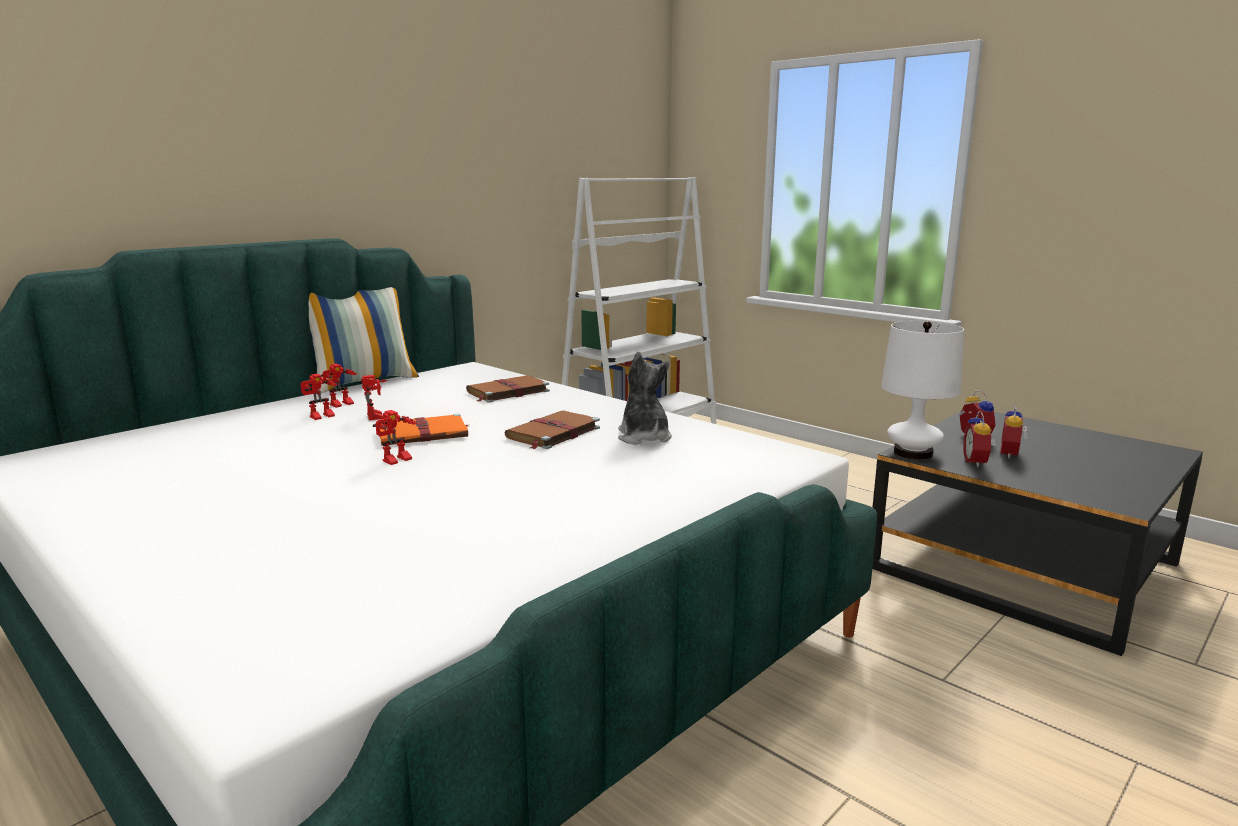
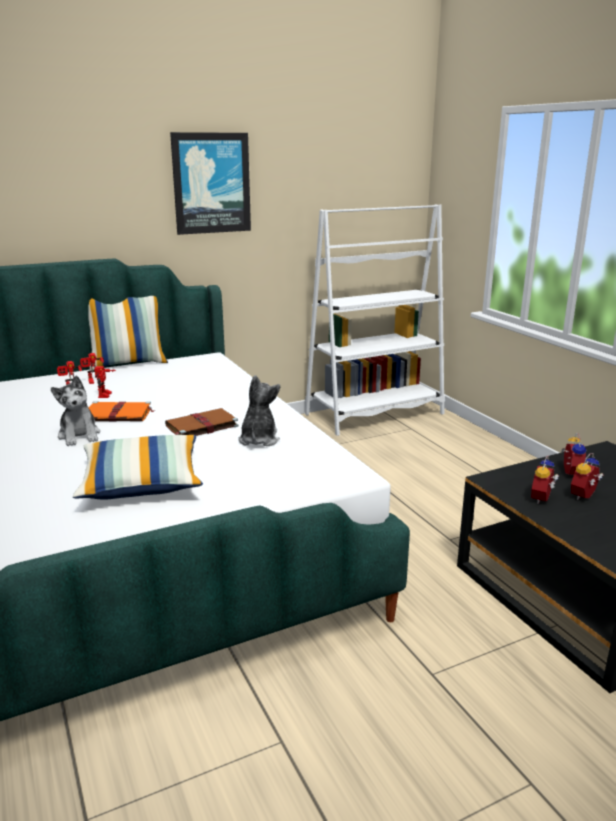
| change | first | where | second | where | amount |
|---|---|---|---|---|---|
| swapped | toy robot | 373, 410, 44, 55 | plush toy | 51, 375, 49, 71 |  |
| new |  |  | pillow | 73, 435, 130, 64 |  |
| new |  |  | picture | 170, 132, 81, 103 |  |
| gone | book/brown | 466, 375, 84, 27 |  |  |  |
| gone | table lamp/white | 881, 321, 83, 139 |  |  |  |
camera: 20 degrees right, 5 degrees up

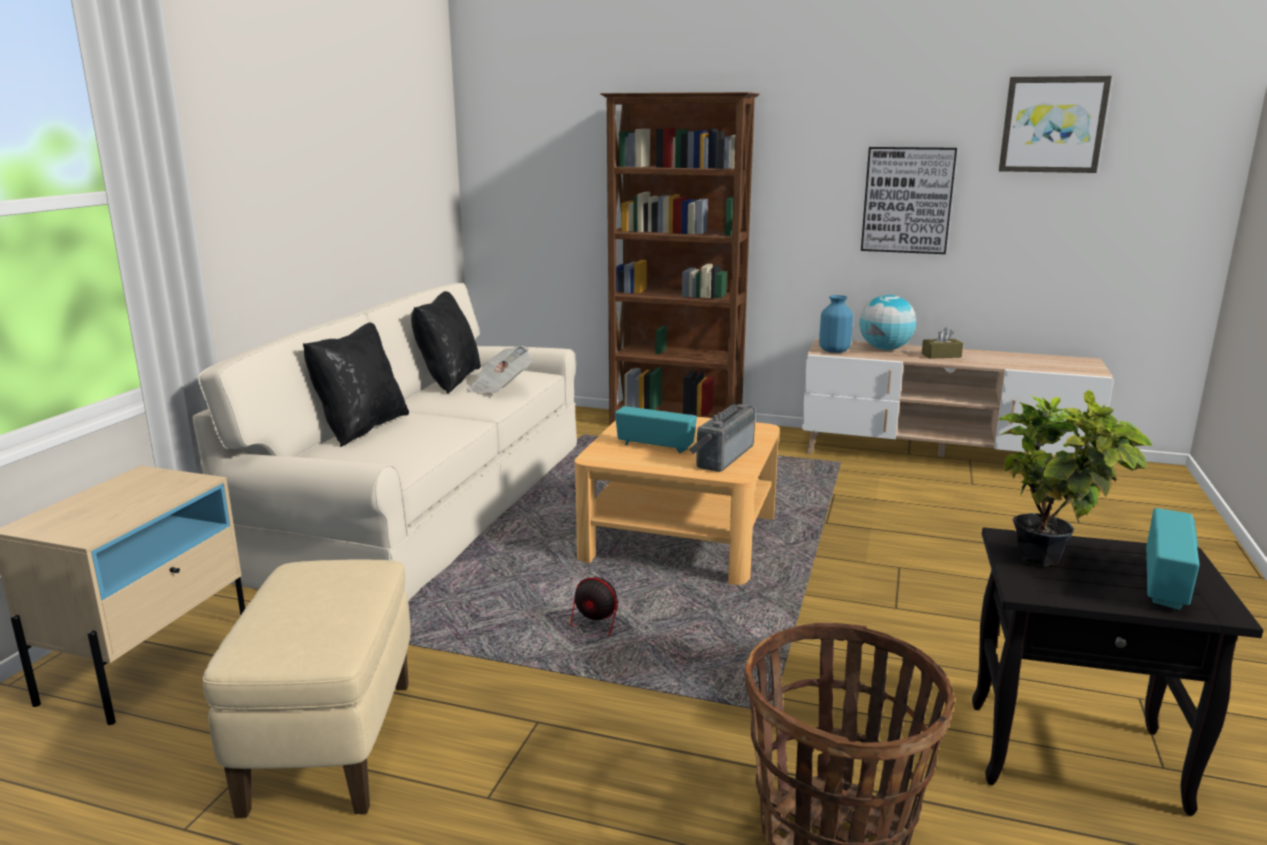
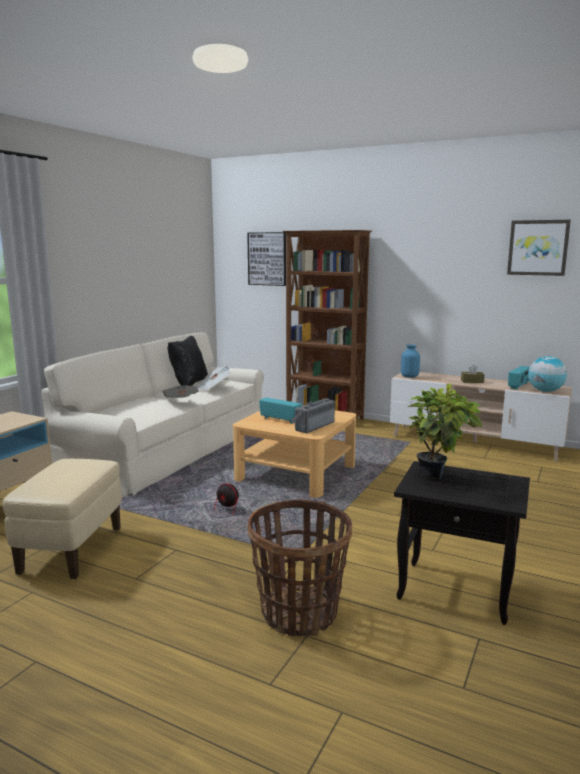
| change | first | where | second | where | amount |
|---|---|---|---|---|---|
| new |  |  | newspaper | 162, 385, 37, 13 |  |
| shifted | picture | 861, 147, 96, 107 |  | 247, 232, 39, 54 |  |
| shifted | radio | 1146, 508, 53, 102 |  | 508, 366, 22, 24 |  |
| shifted | globe | 860, 295, 56, 55 |  | 528, 356, 39, 36 |  |
| gone | pillow/black | 303, 323, 106, 124 |  |  |  |
camera: 10 degrees right, 5 degrees down

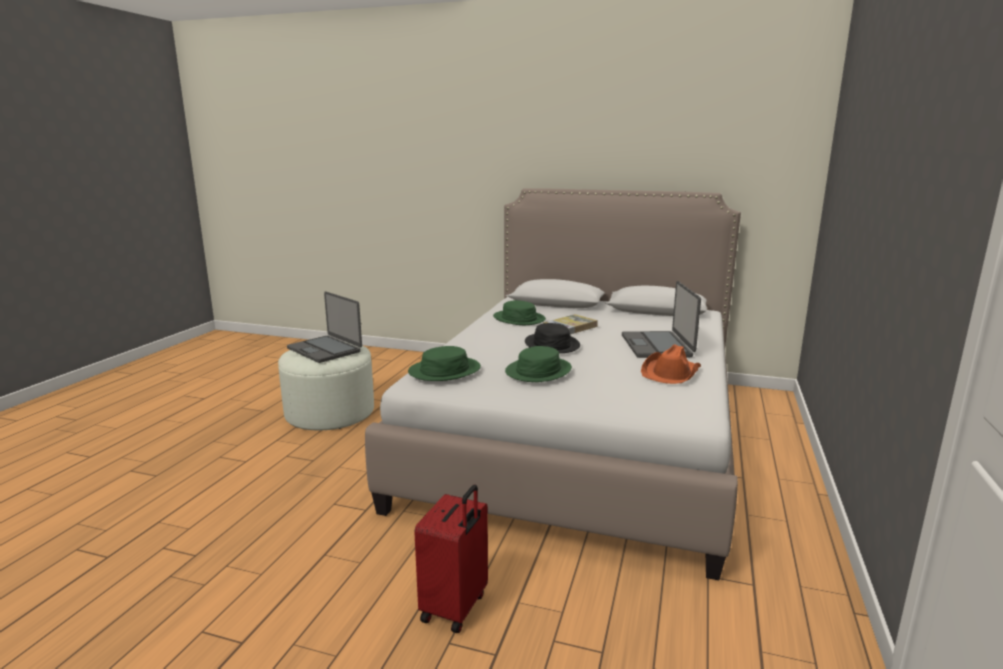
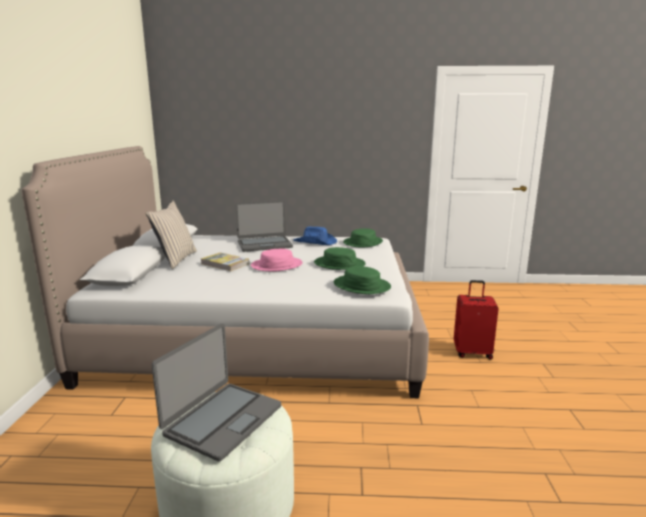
| change | first | where | second | where | amount |
|---|---|---|---|---|---|
| new |  |  | pillow/beige | 146, 200, 51, 69 |  |
| repainted | hat/black | 525, 323, 55, 30 | hat/pink | 251, 249, 52, 23 |  |
| repainted | hat/orange | 641, 345, 60, 39 | hat/blue | 293, 227, 44, 18 |  |
| shifted | hat/green | 493, 300, 53, 25 |  | 343, 228, 40, 19 |  |
camera: 105 degrees left, 0 degrees up

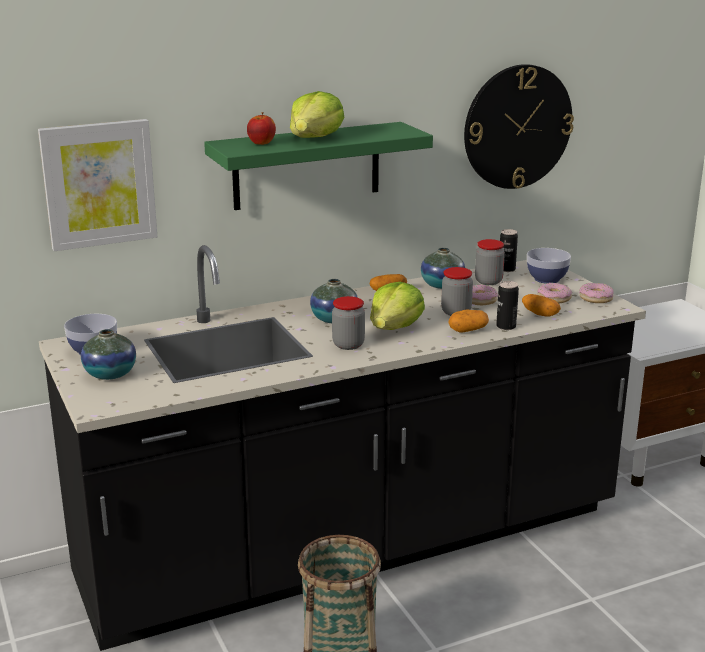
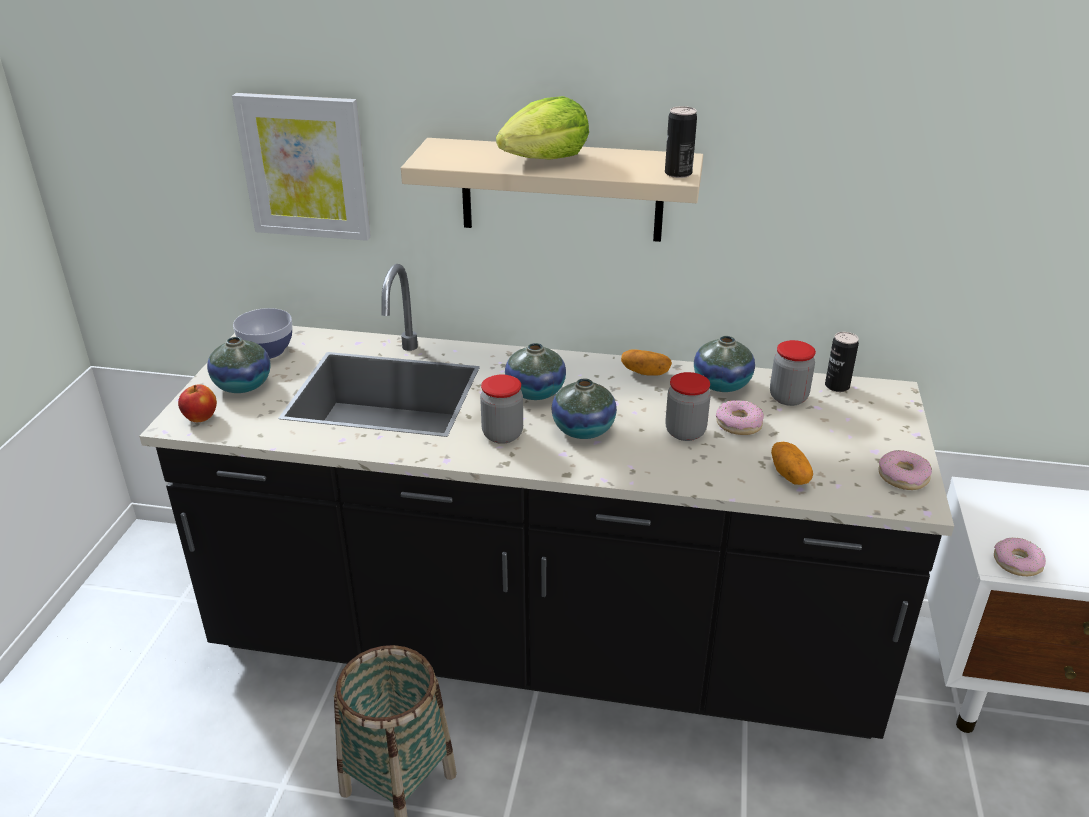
| change | first | where | second | where | amount |
|---|---|---|---|---|---|
| shifted | apple | 247, 112, 29, 33 |  | 178, 384, 39, 38 |  |
| repainted | shelf/green | 204, 122, 229, 88 | shelf/beige | 401, 138, 302, 104 |  |
| swapped | lettuce | 370, 282, 55, 48 | vase | 552, 379, 65, 60 |  |
| shifted | can | 496, 281, 23, 49 |  | 665, 106, 32, 72 |  |
| shifted | donut | 537, 283, 35, 20 |  | 994, 538, 52, 38 |  |
| gone | potato | 448, 310, 41, 22 |  |  |  |
| gone | wall clock | 464, 64, 110, 125 |  |  |  |
| gone | bowl | 527, 248, 44, 36 |  |  |  |
camera: 35 degrees right, 10 degrees up

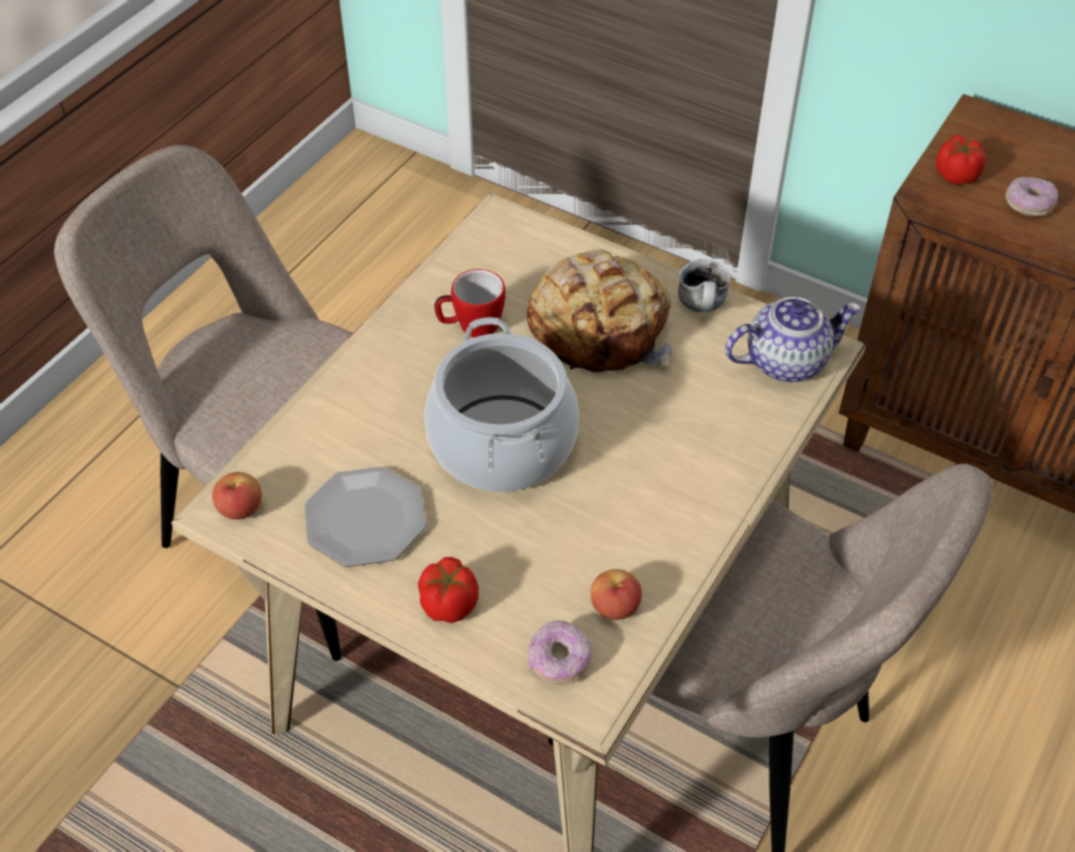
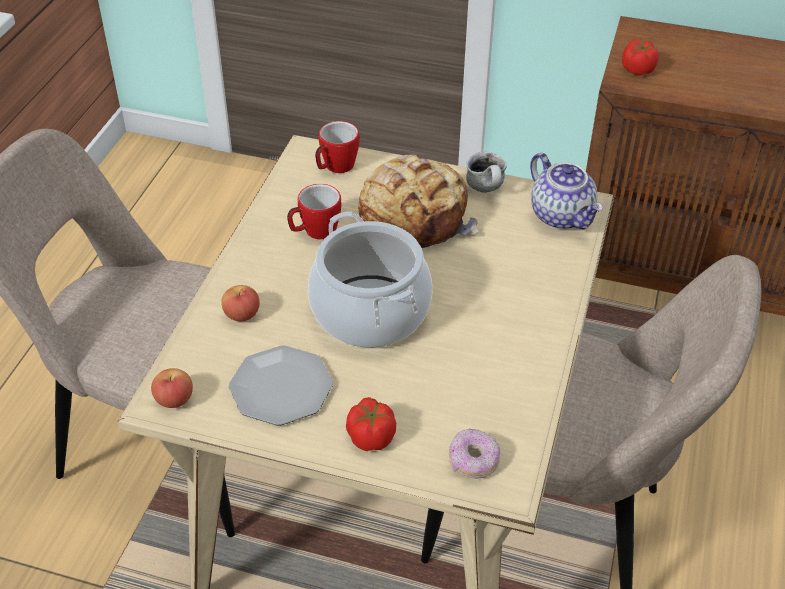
| change | first | where | second | where | amount |
|---|---|---|---|---|---|
| shifted | apple | 590, 569, 52, 51 |  | 221, 285, 39, 37 |  |
| new |  |  | mug | 315, 121, 45, 52 |  |
| rotated | teapot | 725, 297, 136, 85 |  | 530, 153, 73, 77 | 90 degrees clockwise |
| gone | donut | 1005, 177, 53, 40 |  |  |  |
camera: 15 degrees left, 5 degrees down

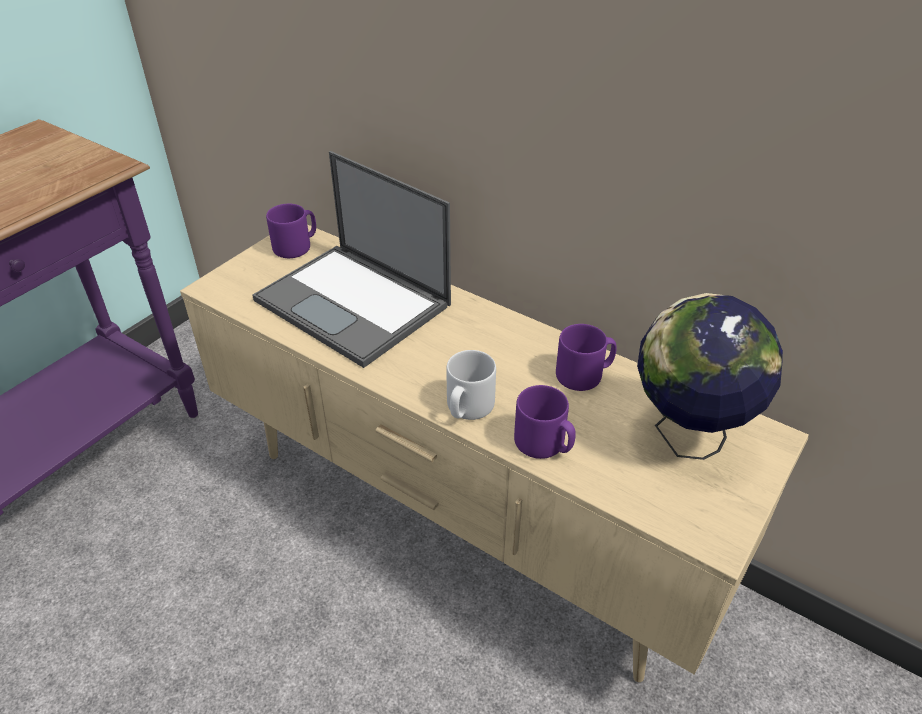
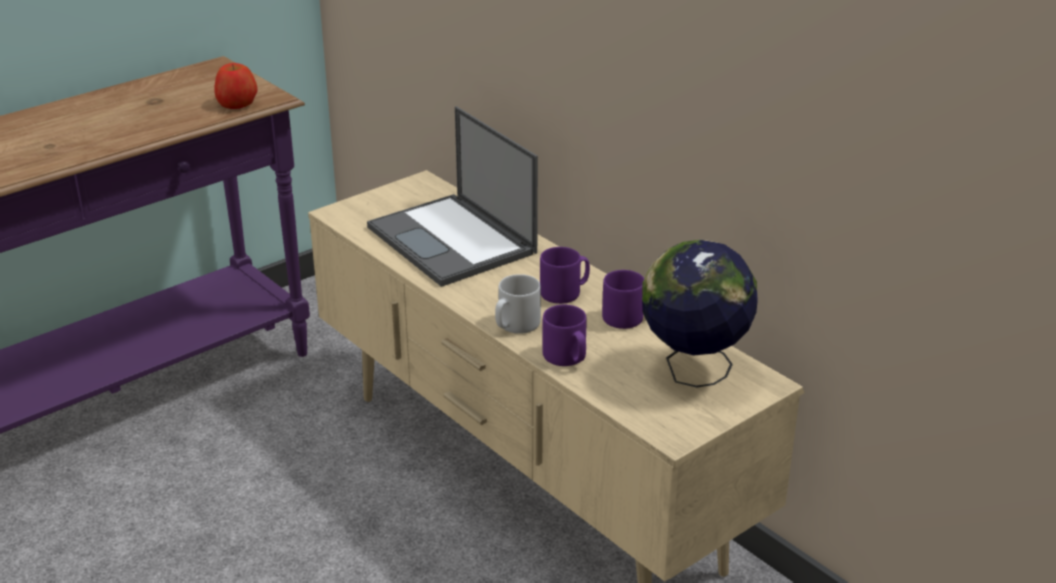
| change | first | where | second | where | amount |
|---|---|---|---|---|---|
| new |  |  | apple | 214, 63, 44, 46 |  |
| shifted | mug/purple | 266, 204, 50, 54 |  | 540, 247, 50, 57 |  |
camera: 15 degrees right, 10 degrees down

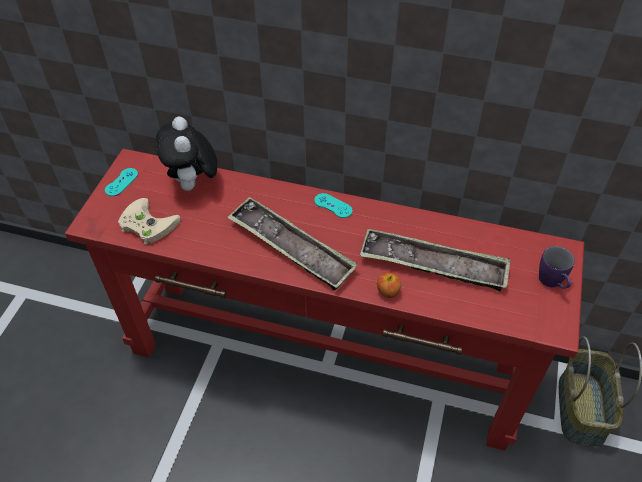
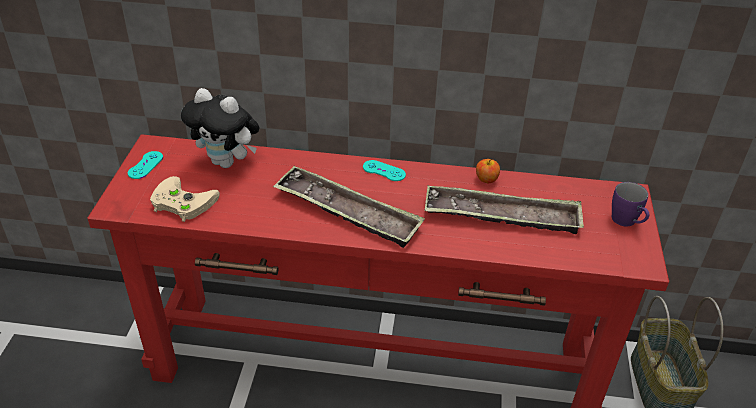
| change | first | where | second | where | amount |
|---|---|---|---|---|---|
| rotated | plush toy | 156, 117, 61, 76 |  | 181, 88, 79, 80 | 45 degrees counterclockwise |
| shifted | apple | 377, 273, 24, 25 |  | 476, 159, 24, 24 |  |
camera: 10 degrees left, 10 degrees down

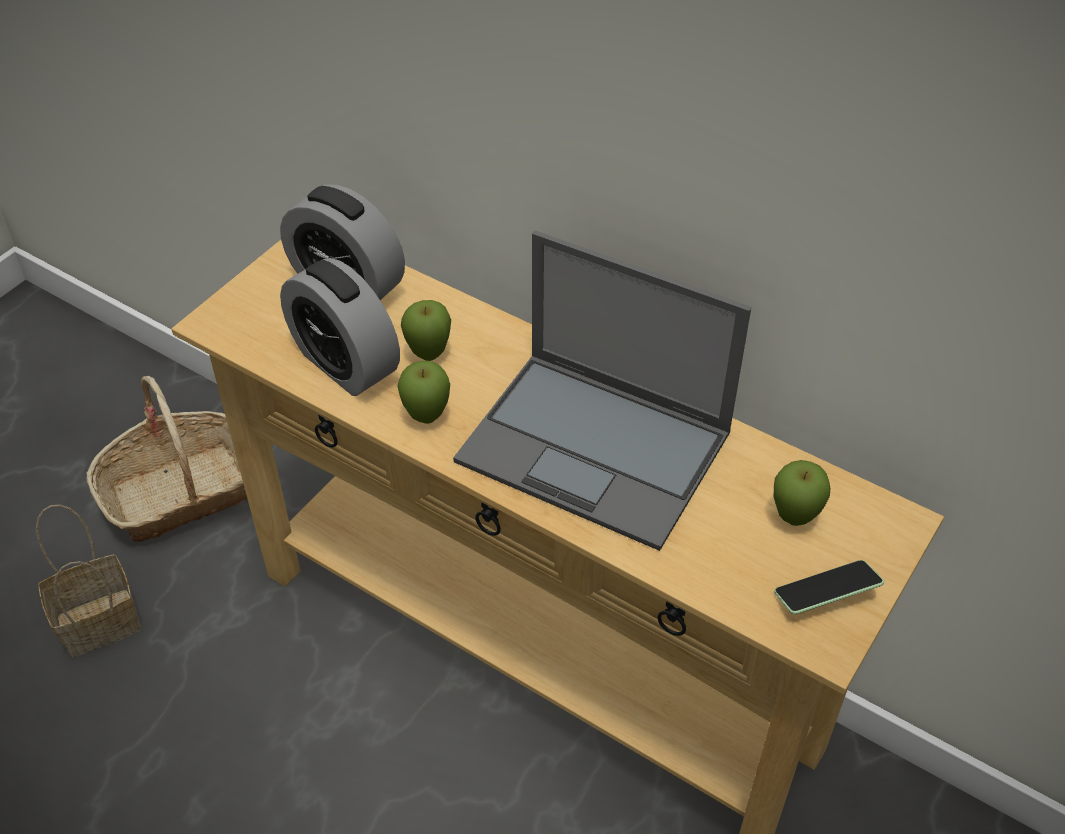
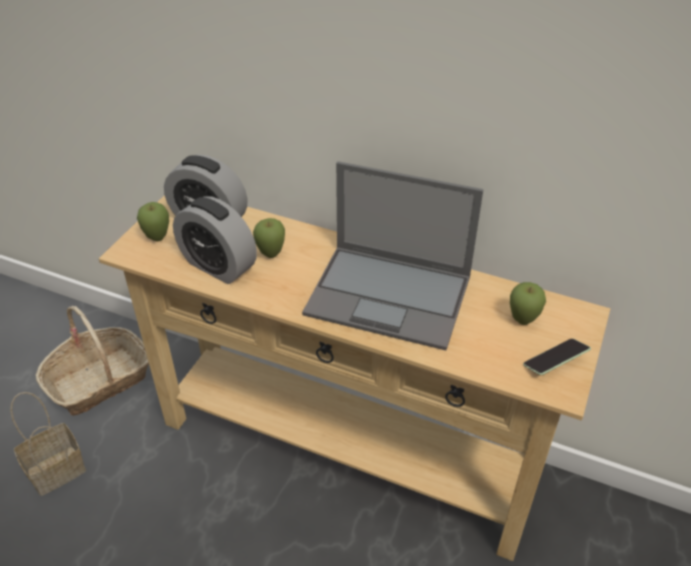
| change | first | where | second | where | amount |
|---|---|---|---|---|---|
| shifted | apple | 397, 361, 53, 63 |  | 137, 202, 32, 39 |  |
camera: 10 degrees left, 5 degrees down

